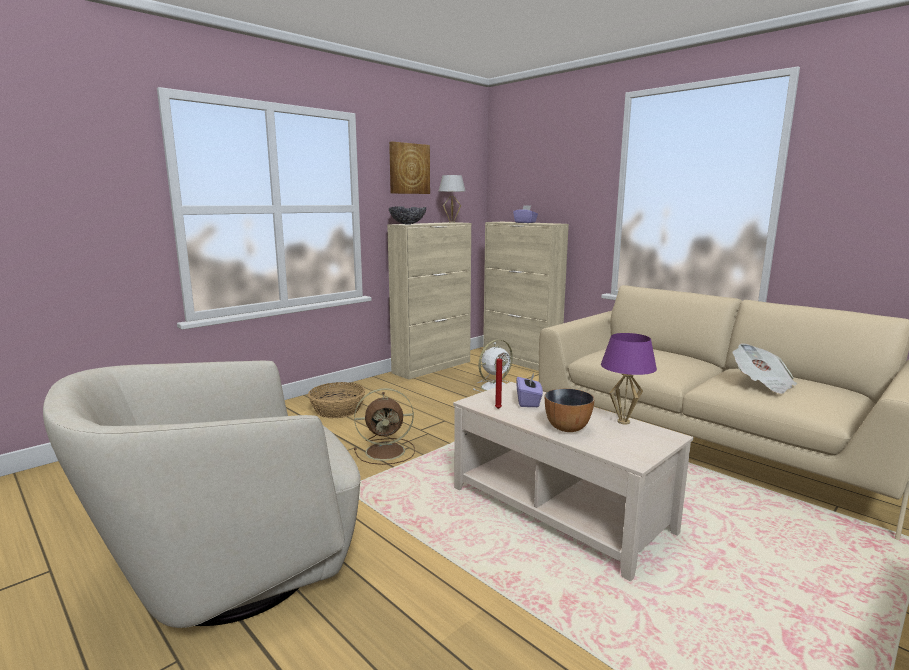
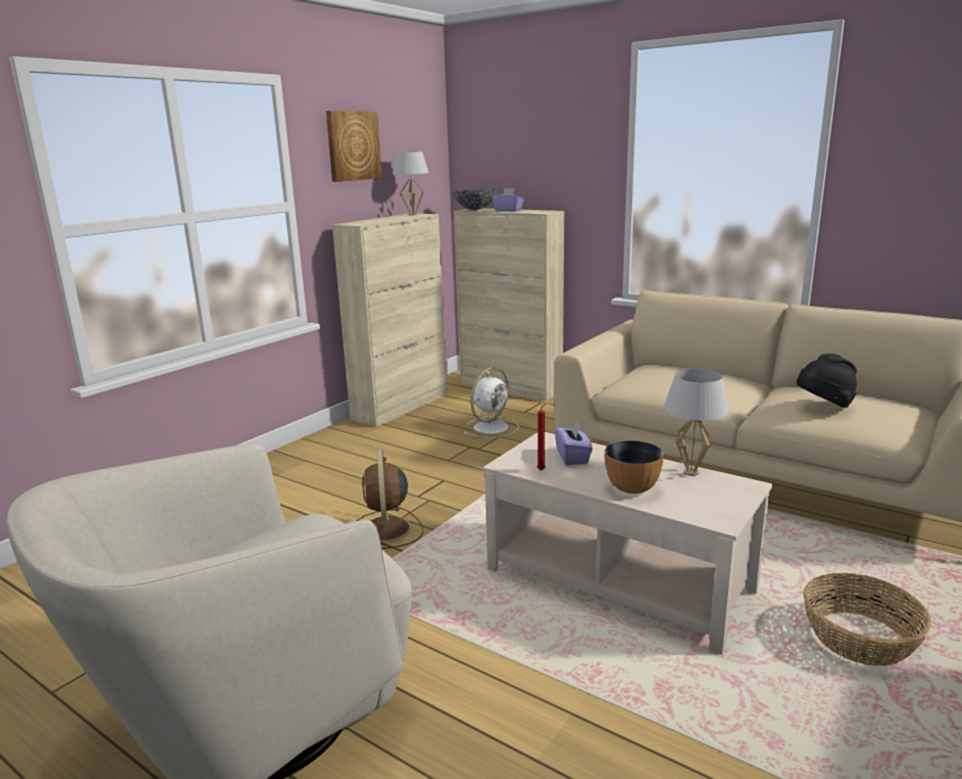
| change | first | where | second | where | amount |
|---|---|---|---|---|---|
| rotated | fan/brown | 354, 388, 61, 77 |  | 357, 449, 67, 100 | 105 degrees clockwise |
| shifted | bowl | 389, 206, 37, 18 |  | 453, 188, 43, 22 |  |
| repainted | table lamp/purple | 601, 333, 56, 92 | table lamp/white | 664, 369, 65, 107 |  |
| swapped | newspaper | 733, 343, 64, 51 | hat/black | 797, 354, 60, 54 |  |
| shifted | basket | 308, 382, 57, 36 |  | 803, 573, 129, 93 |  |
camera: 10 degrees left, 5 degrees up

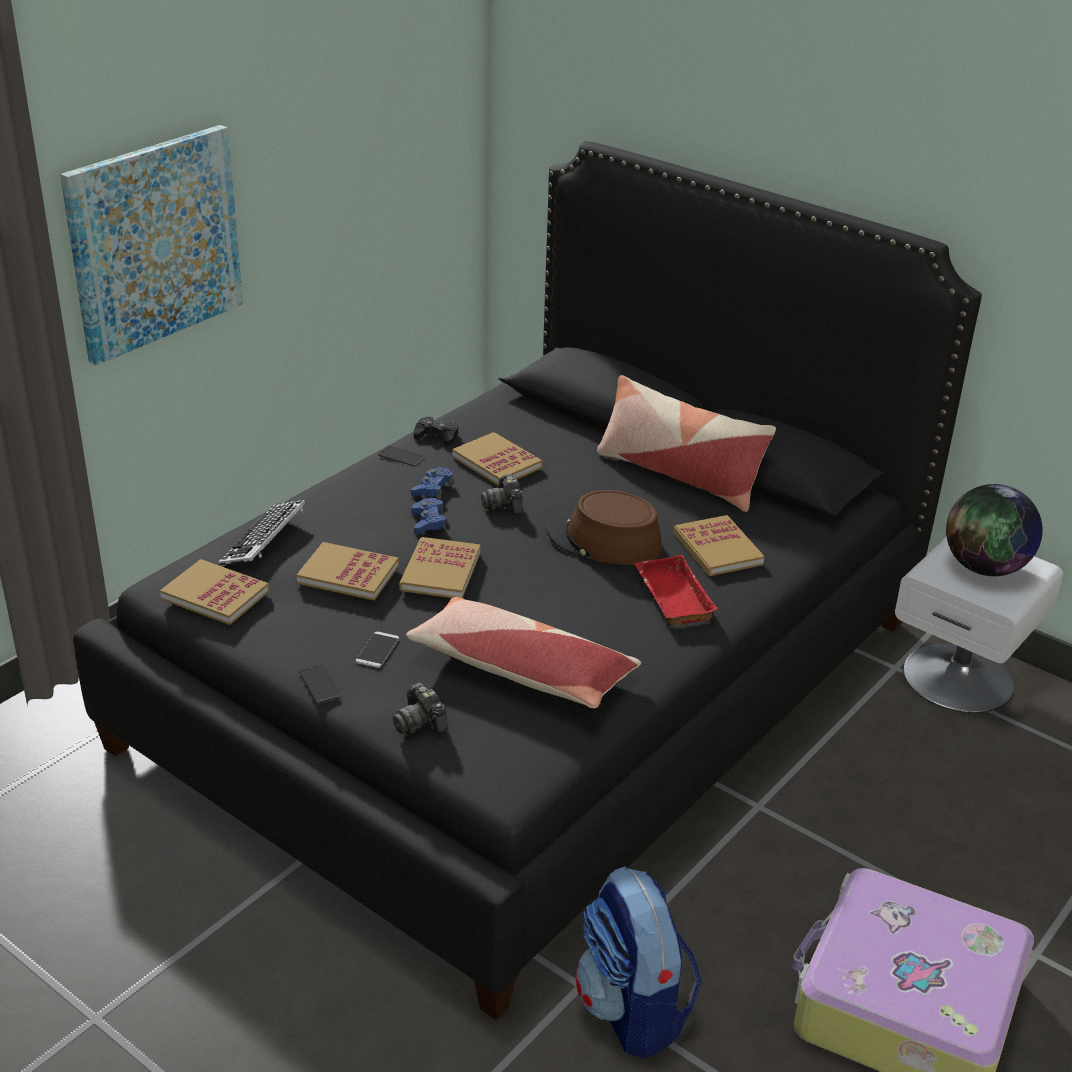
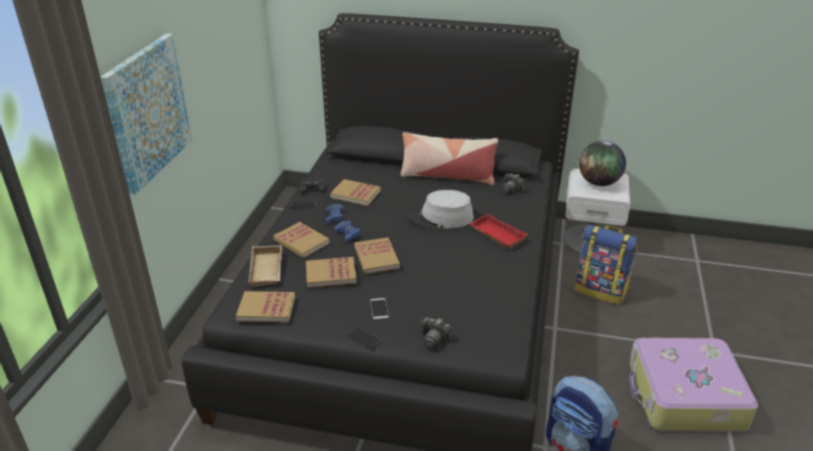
| change | first | where | second | where | amount |
|---|---|---|---|---|---|
| swapped | keyboard | 219, 500, 87, 65 | tray/beige | 248, 245, 34, 42 |  |
| shifted | book | 673, 515, 92, 61 |  | 273, 222, 57, 36 |  |
| repainted | hat/brown | 546, 490, 116, 75 | hat/grey | 409, 190, 65, 39 |  |
| shifted | photo camera | 481, 474, 42, 41 |  | 502, 173, 23, 21 |  |
| new |  |  | backpack | 574, 225, 63, 79 |  |
| gone | pillow | 406, 597, 235, 111 |  |  |  |
camera: 25 degrees left, 0 degrees up

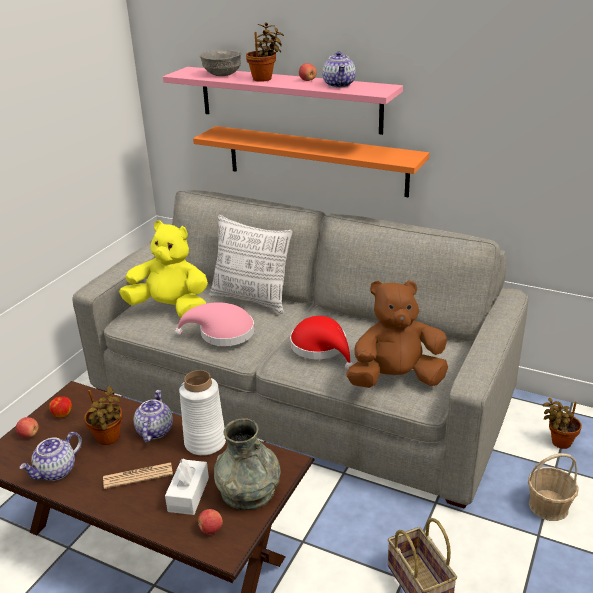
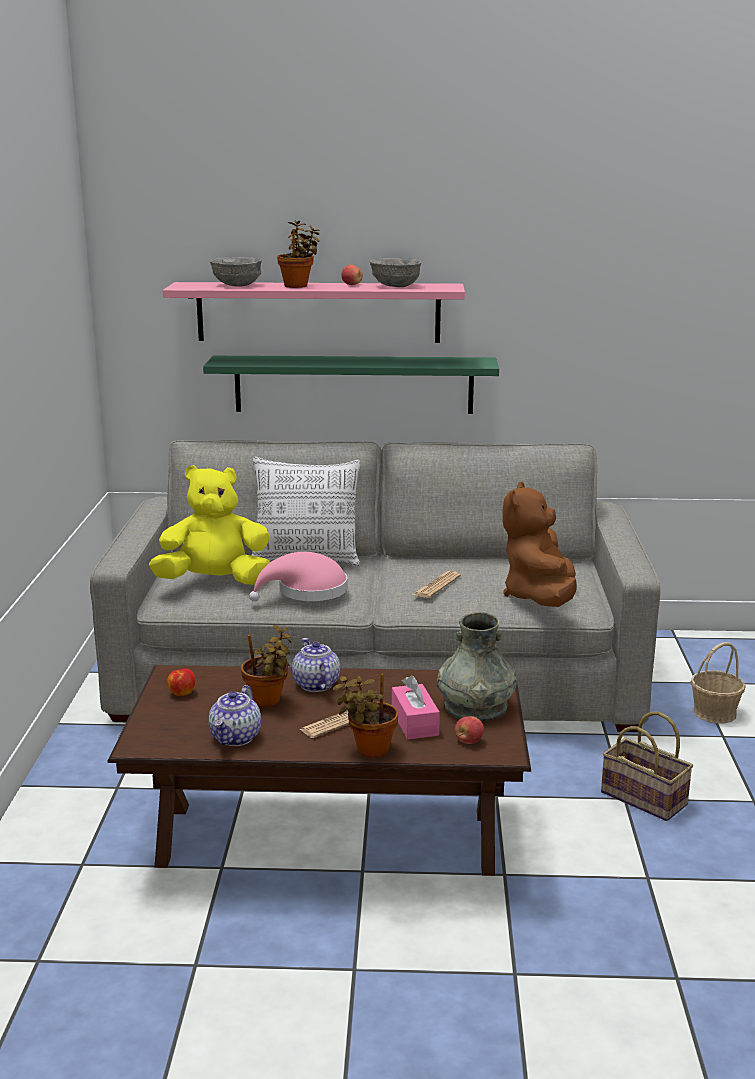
| change | first | where | second | where | amount |
|---|---|---|---|---|---|
| repainted | shelf/orange | 193, 126, 236, 71 | shelf/green | 203, 355, 296, 59 |  |
| shifted | potted plant | 543, 398, 39, 51 |  | 333, 674, 65, 84 |  |
| swapped | teapot | 322, 51, 34, 37 | bowl/grey | 370, 258, 52, 29 |  |
| repainted | tissue box/white | 165, 458, 44, 57 | tissue box/pink | 392, 675, 48, 64 |  |
| swapped | hat/red | 290, 316, 64, 54 | newspaper | 412, 571, 49, 27 |  |
| rotated | plush toy/brown | 346, 280, 102, 108 |  | 503, 482, 74, 125 | 45 degrees counterclockwise |
| gone | apple | 16, 417, 23, 21 |  |  |  |
| gone | vase/white | 179, 370, 47, 86 |  |  |  |
camera: 25 degrees left, 10 degrees down

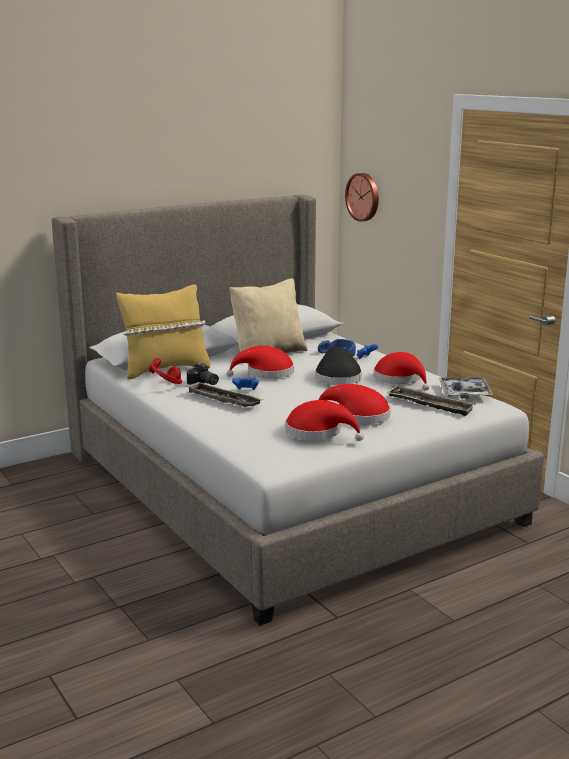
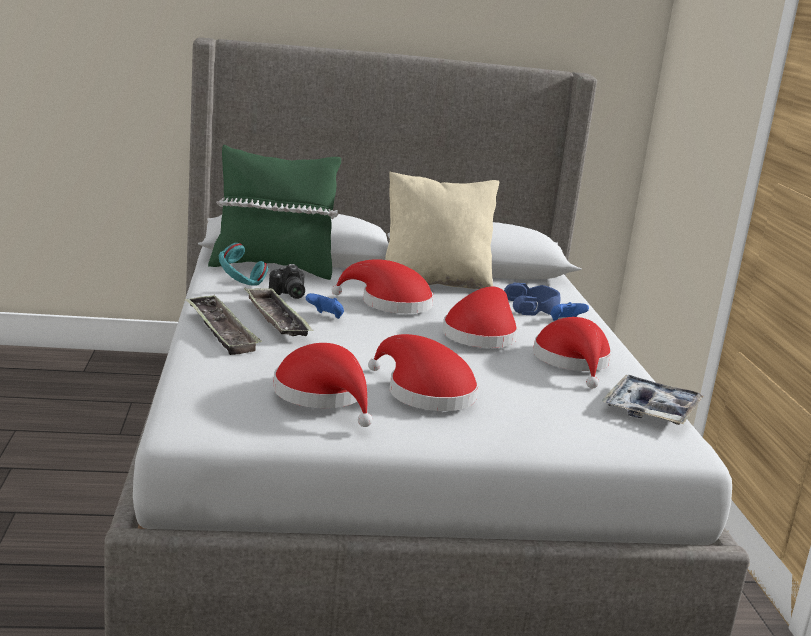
| change | first | where | second | where | amount |
|---|---|---|---|---|---|
| shifted | tray | 388, 386, 88, 30 |  | 185, 295, 77, 60 |  |
| repainted | pillow/yellow | 116, 285, 94, 95 | pillow/green | 208, 145, 133, 135 |  |
| repainted | headphones/red | 149, 358, 34, 26 | headphones/turquoise | 219, 243, 49, 43 |  |
| repainted | hat/black | 315, 346, 47, 39 | hat/red | 442, 287, 76, 61 |  |
| gone | wall clock | 345, 173, 34, 49 |  |  |  |
camera: 25 degrees right, 0 degrees up

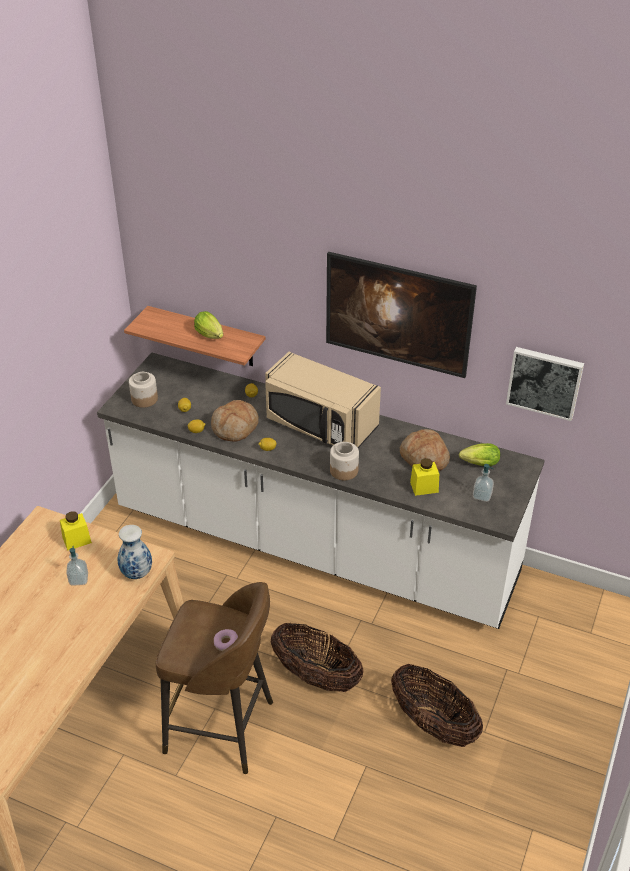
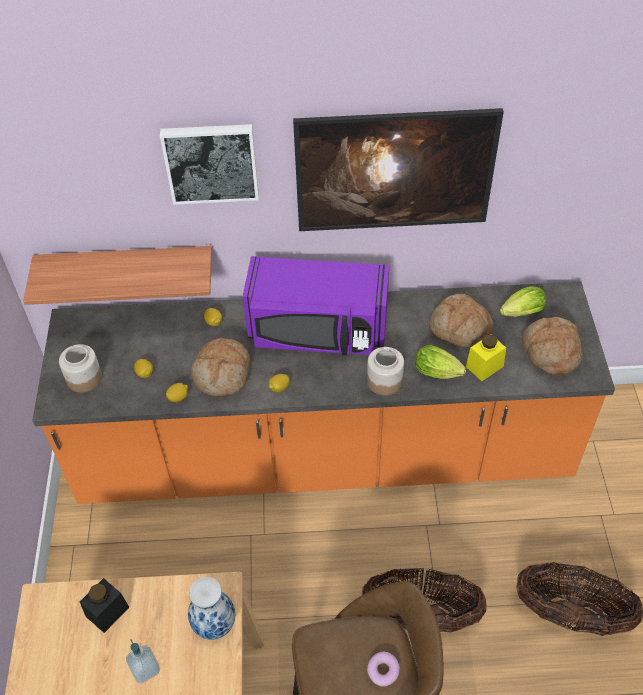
| change | first | where | second | where | amount |
|---|---|---|---|---|---|
| repainted | counter/white | 97, 352, 448, 277 | counter/orange | 32, 281, 583, 223 |  |
| repainted | jar/yellow | 60, 512, 32, 39 | jar/black | 80, 578, 49, 55 |  |
| shifted | picture | 506, 347, 78, 74 |  | 160, 124, 99, 81 |  |
| repainted | microwave/beige | 265, 352, 116, 96 | microwave/purple | 243, 256, 146, 99 |  |
| shifted | lettuce | 194, 311, 29, 28 |  | 415, 345, 51, 34 |  |
| swapped | soap dispenser | 473, 464, 21, 38 | bread | 522, 317, 61, 58 |  |
camera: 25 degrees left, 10 degrees up

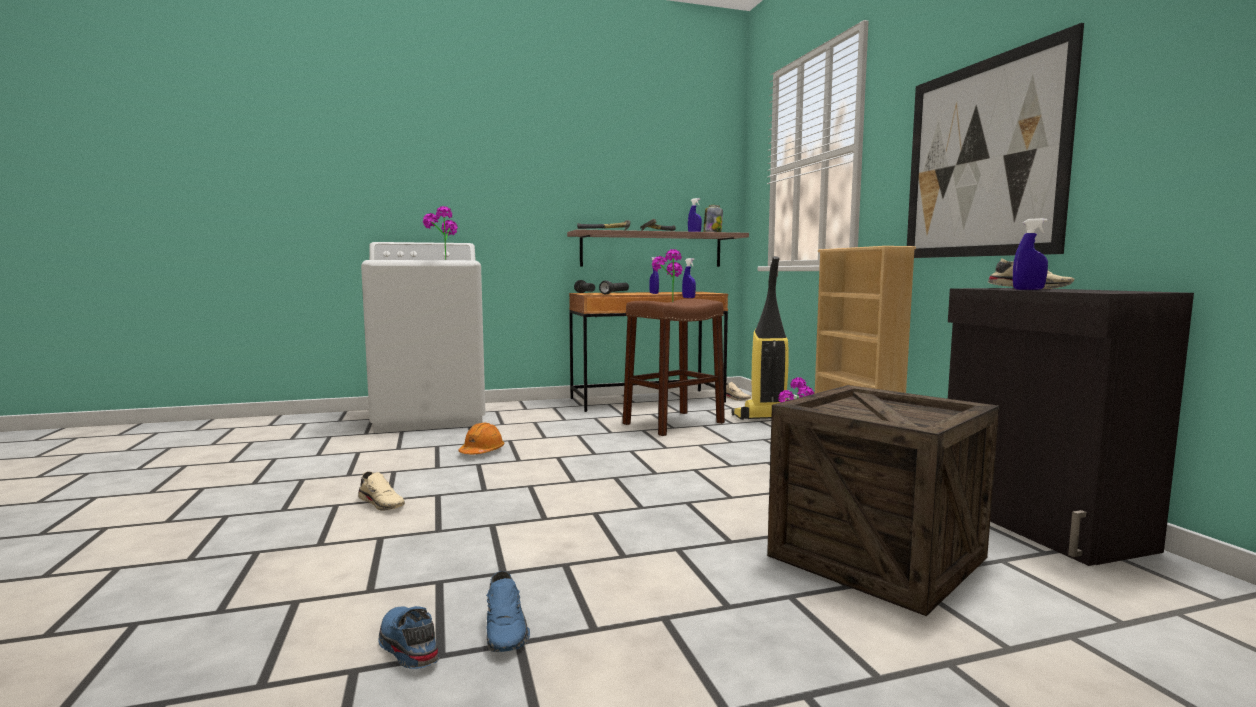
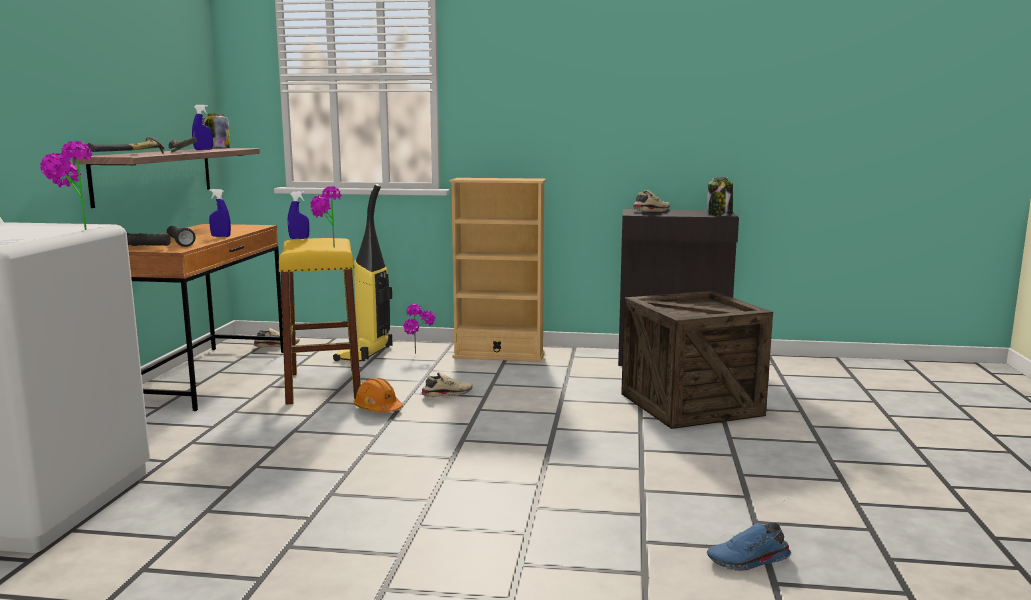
| change | first | where | second | where | amount |
|---|---|---|---|---|---|
| repainted | stool/brown | 623, 299, 102, 137 | stool/yellow | 278, 238, 83, 167 |  |
| shifted | hard hat/orange | 459, 423, 45, 31 |  | 354, 378, 49, 34 |  |
| shifted | shoe/beige | 358, 472, 47, 39 |  | 421, 372, 52, 25 |  |
| new |  |  | jar | 707, 177, 26, 39 |  |
| gone | shoe/blue | 486, 571, 44, 81 |  |  |  |
| gone | picture | 907, 23, 177, 235 |  |  |  |
| gone | spray bottle/blue | 1013, 218, 35, 72 |  |  |  |
camera: 65 degrees left, 5 degrees up

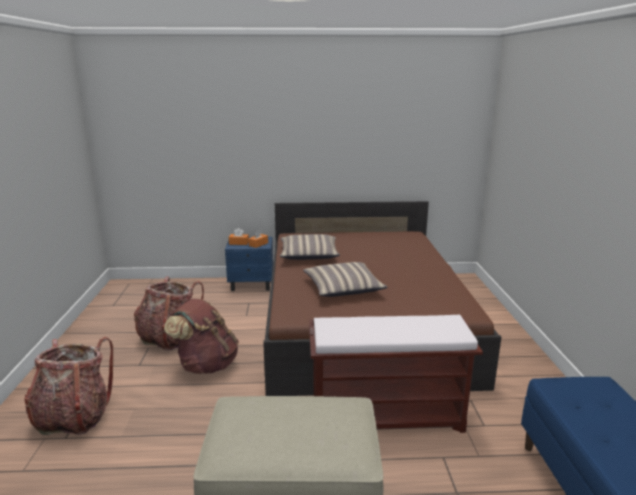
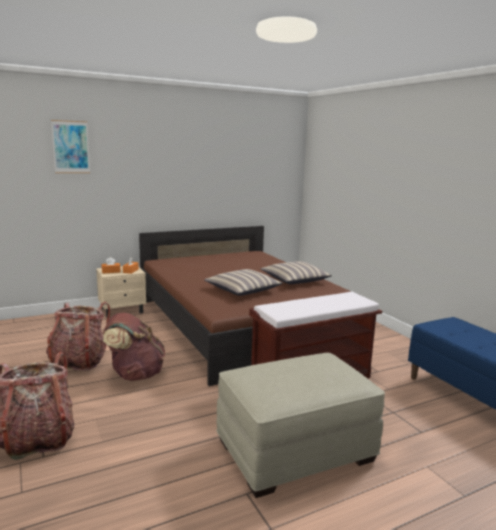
| change | first | where | second | where | amount |
|---|---|---|---|---|---|
| new |  |  | picture | 51, 120, 39, 53 |  |
| repainted | nightstand/blue | 225, 237, 48, 54 | nightstand/beige | 96, 266, 50, 52 |  |
| shifted | pillow | 280, 234, 60, 26 |  | 261, 261, 71, 23 |  |
camera: 25 degrees left, 5 degrees down

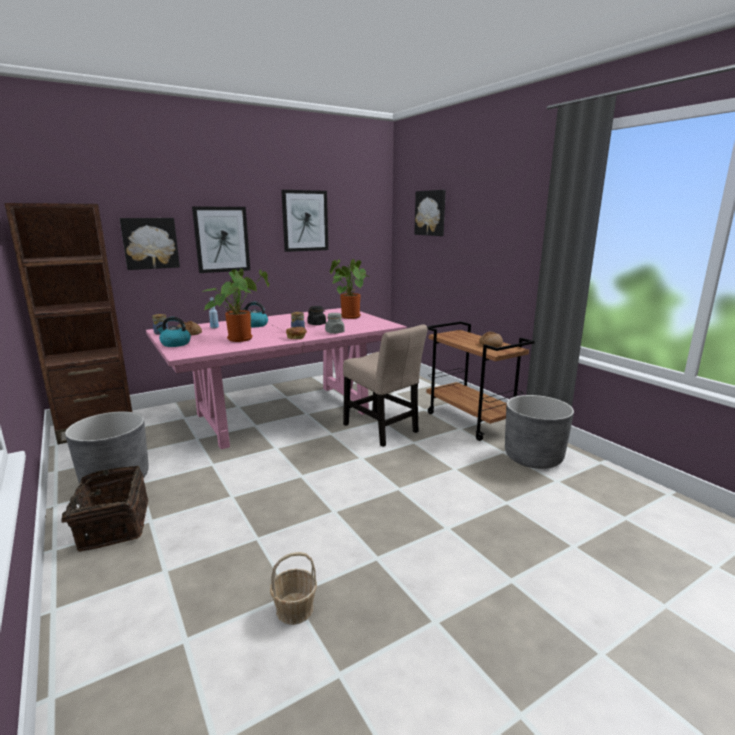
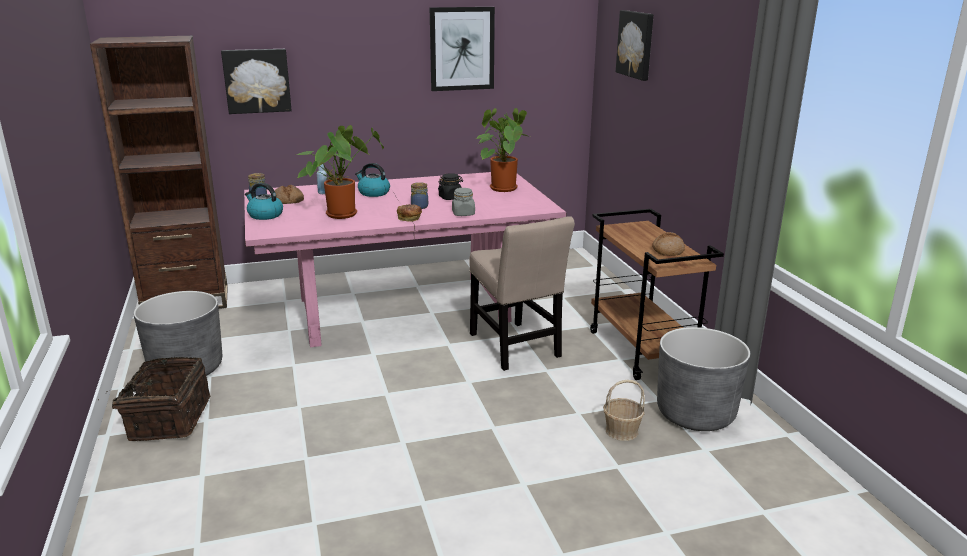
| change | first | where | second | where | amount |
|---|---|---|---|---|---|
| shifted | basket | 270, 552, 47, 73 |  | 603, 380, 42, 61 |  |
| gone | picture | 192, 206, 58, 67 |  |  |  |
camera: 15 degrees right, 5 degrees up

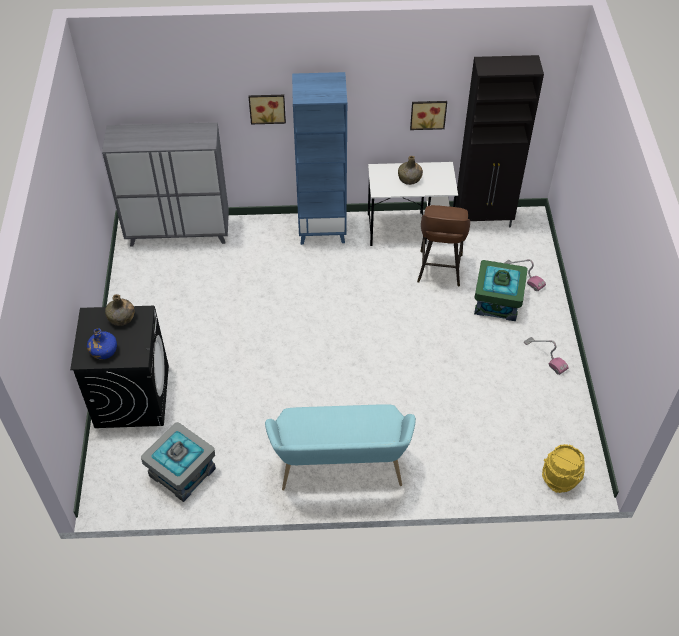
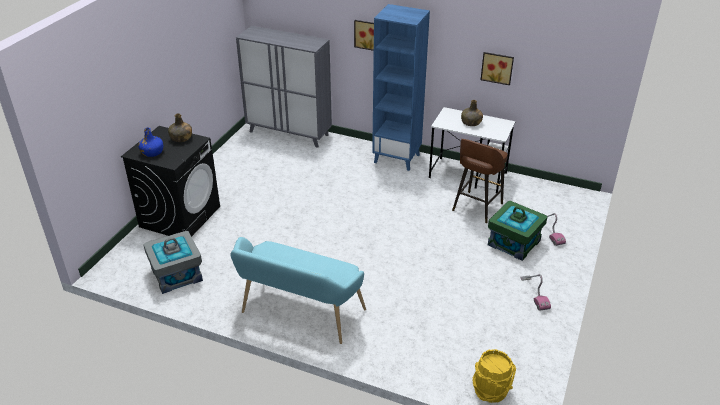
| change | first | where | second | where | amount |
|---|---|---|---|---|---|
| gone | cabinet/black | 456, 55, 88, 173 |  |  |  |
camera: 25 degrees right, 15 degrees down

